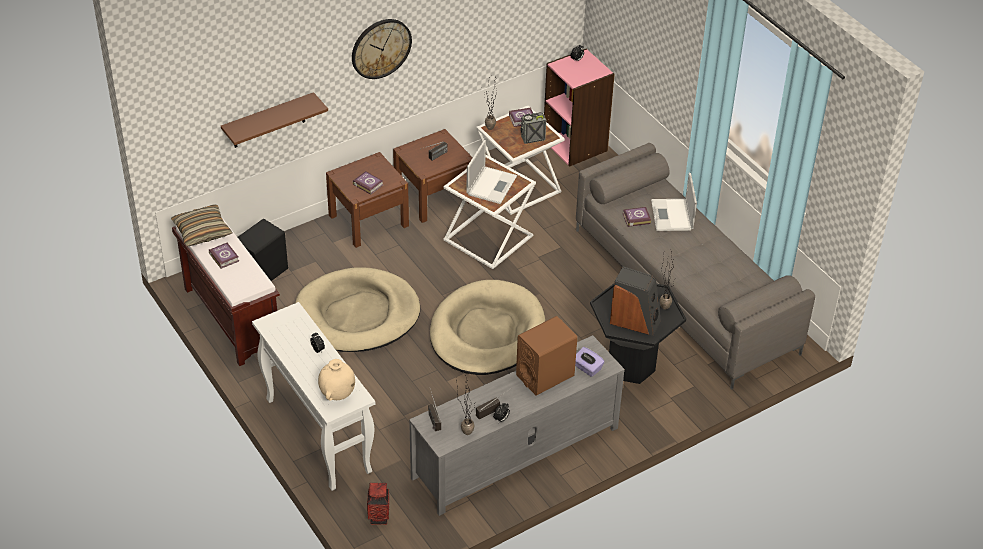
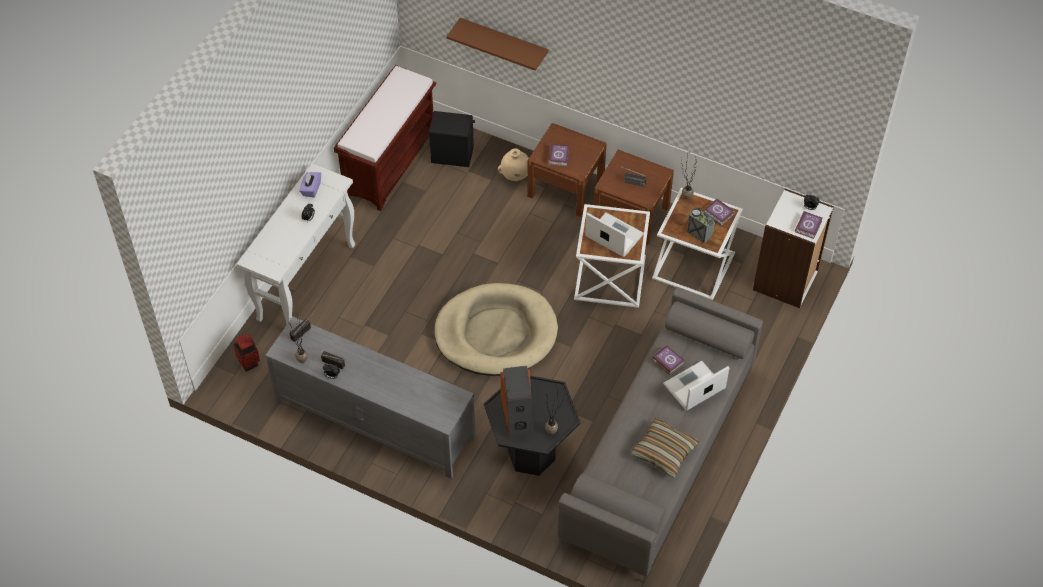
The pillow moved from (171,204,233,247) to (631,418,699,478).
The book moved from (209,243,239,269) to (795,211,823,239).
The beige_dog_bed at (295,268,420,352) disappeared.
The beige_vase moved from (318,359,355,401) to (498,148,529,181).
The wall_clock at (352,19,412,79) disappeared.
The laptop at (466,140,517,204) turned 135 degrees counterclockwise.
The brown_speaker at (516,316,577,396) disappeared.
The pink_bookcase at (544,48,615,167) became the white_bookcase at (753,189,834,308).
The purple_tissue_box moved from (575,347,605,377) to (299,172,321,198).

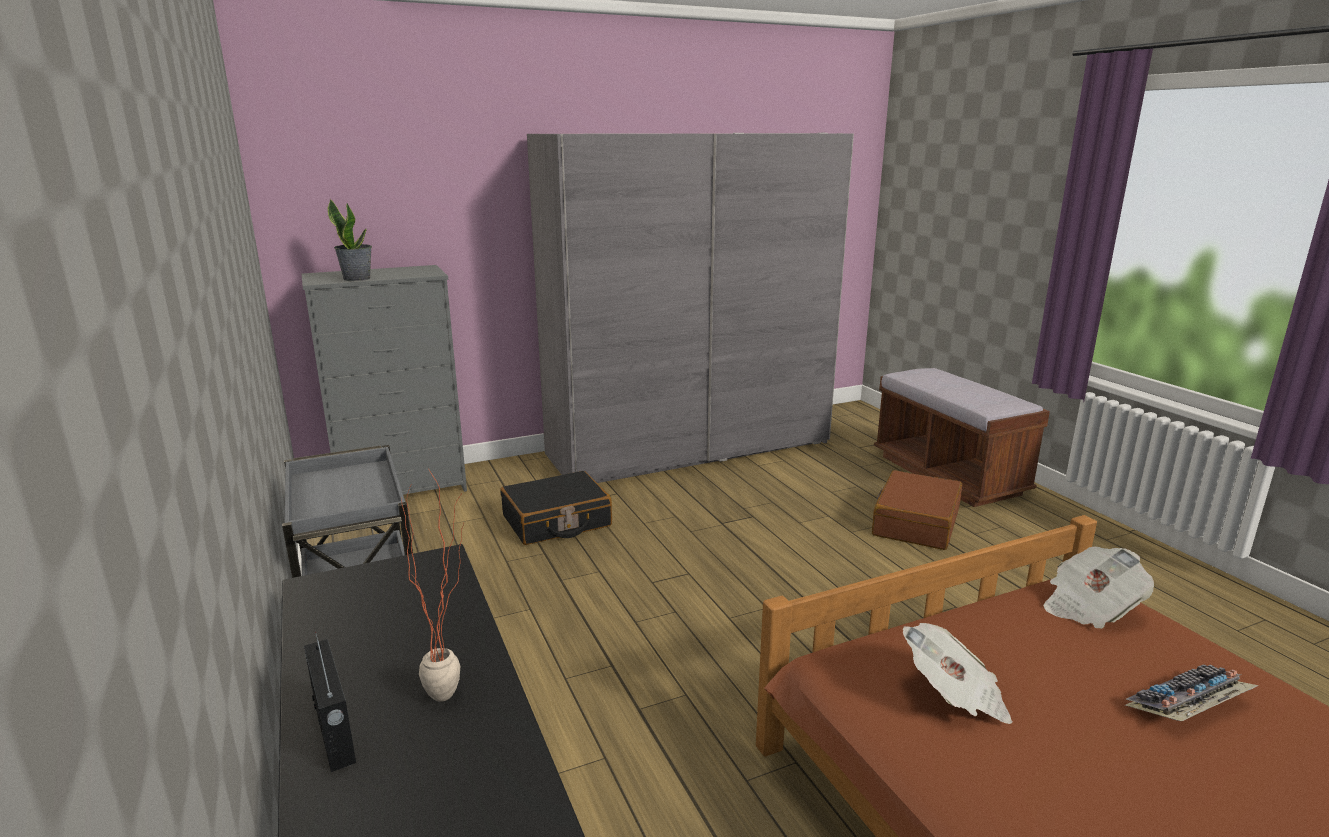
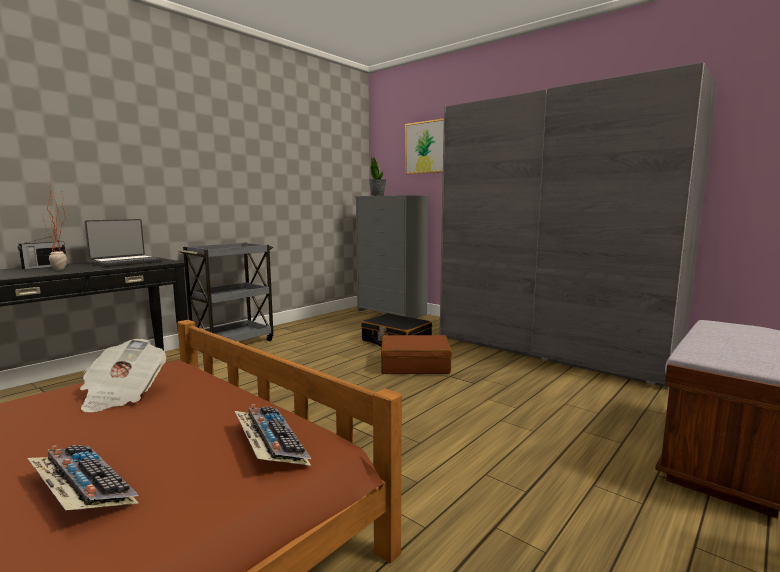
The brown_suitcase moved from (872,470,962,550) to (381,335,452,374).
The newspaper at (1043,546,1154,629) was replaced by the keyboard at (235,404,311,466).
The laptop at (85,219,162,267) appeared.
The picture at (405,118,444,174) appeared.

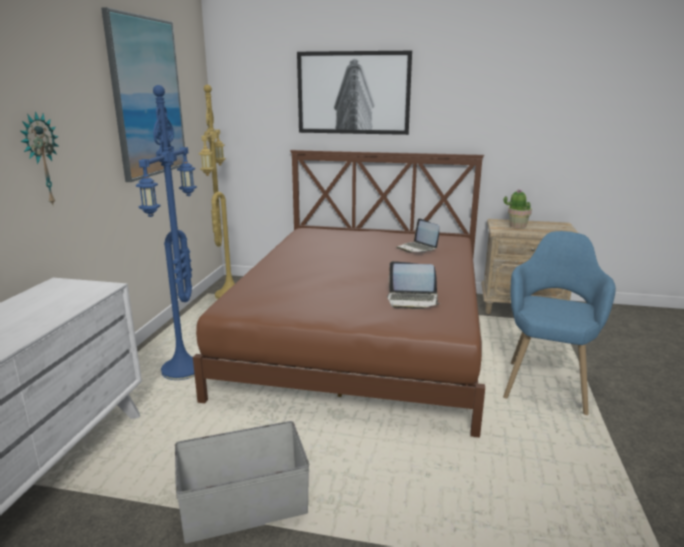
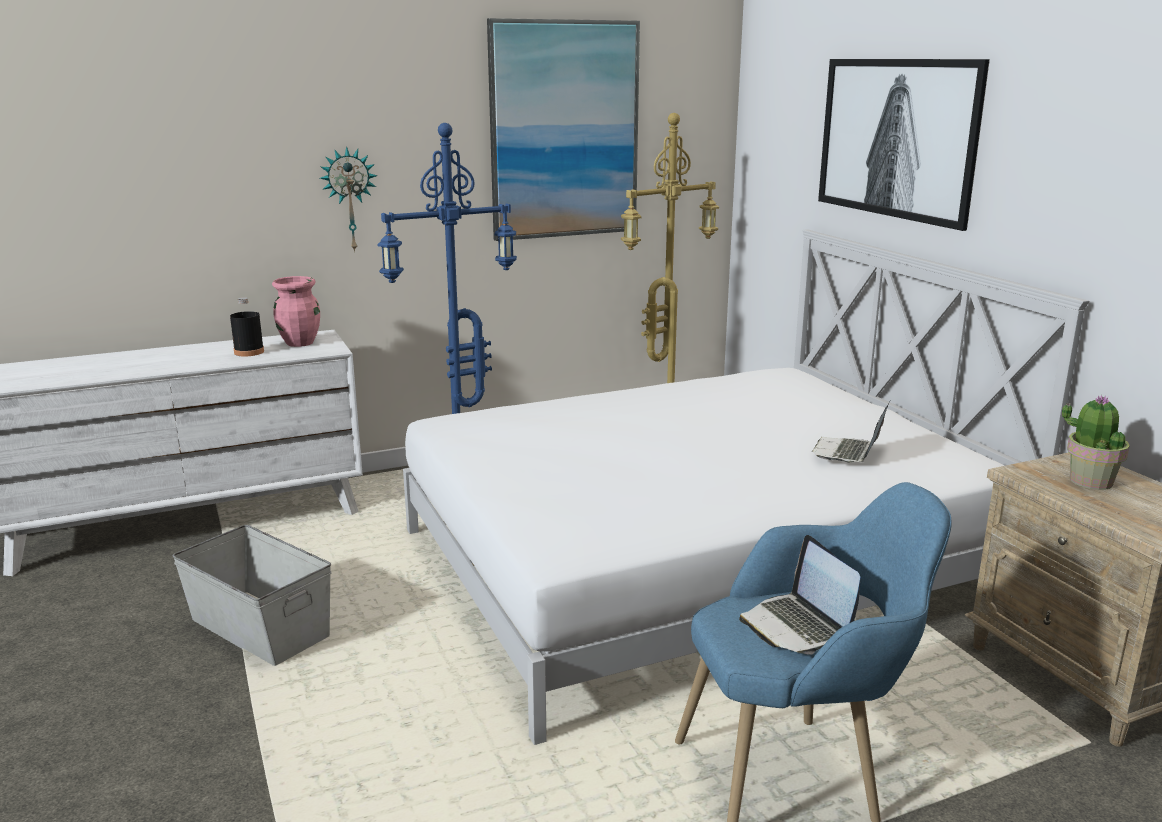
The brown_bed at (193,150,485,438) became the white_bed at (403,229,1089,745).
The laptop moved from (387,261,440,309) to (739,535,860,655).
The black_bottle at (230,297,264,357) appeared.
The pink_vase at (272,276,320,347) appeared.

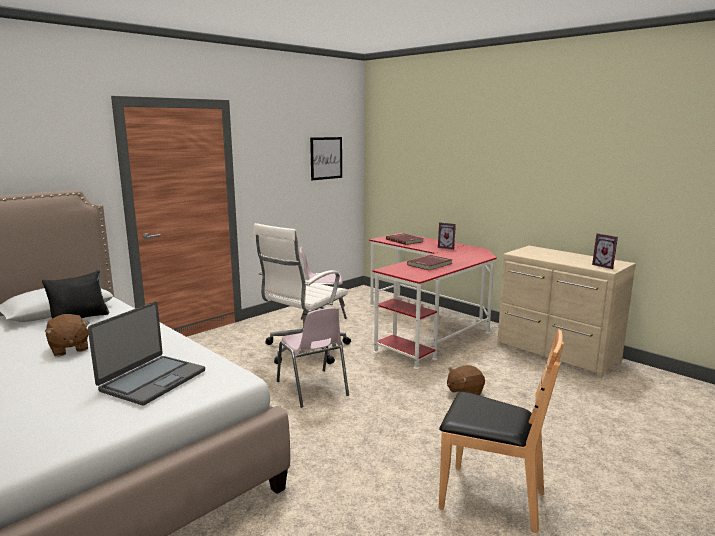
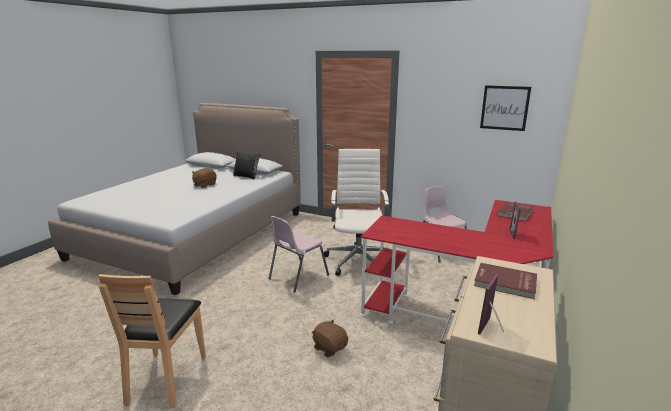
The laptop at (88,302,205,406) disappeared.
The white_office_chair at (254,223,351,364) turned 75 degrees clockwise.
The red_book moved from (407,255,453,270) to (474,263,537,299).

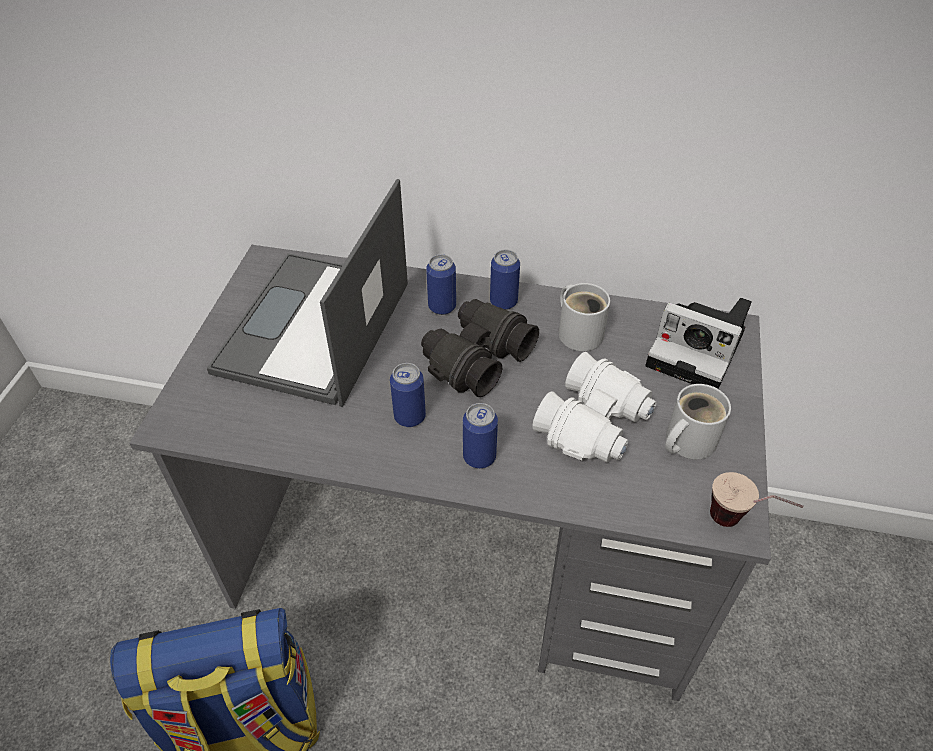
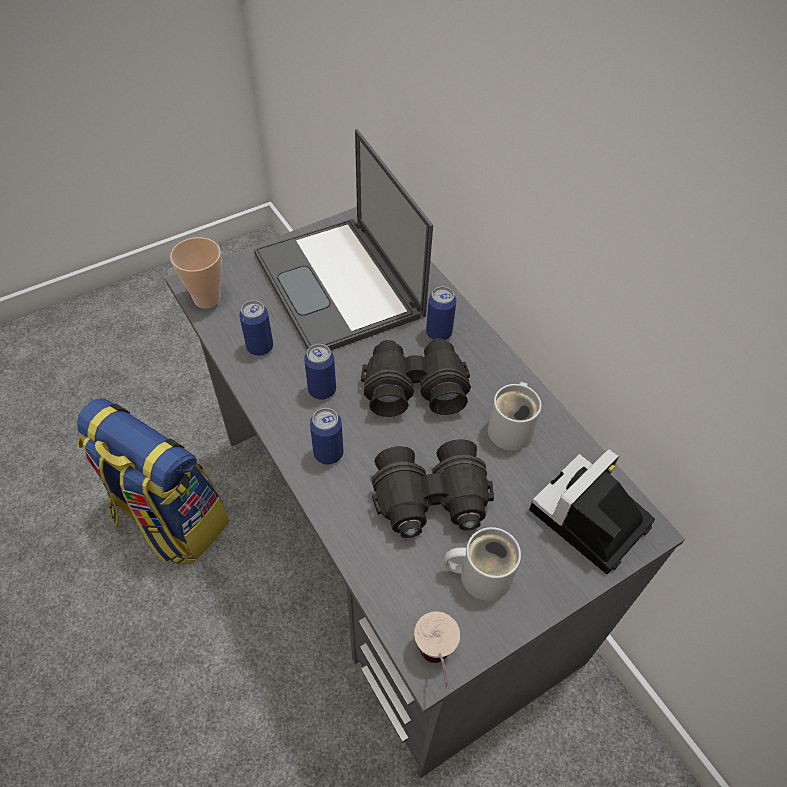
The laptop at (207,179,408,407) turned 90 degrees counterclockwise.
The can moved from (490,250,520,310) to (239,300,273,356).
The white_binoculars at (532,352,657,463) became the black_binoculars at (371,439,494,538).
The photo_camera at (646,298,752,389) turned 60 degrees clockwise.
The cup at (170,237,222,308) appeared.

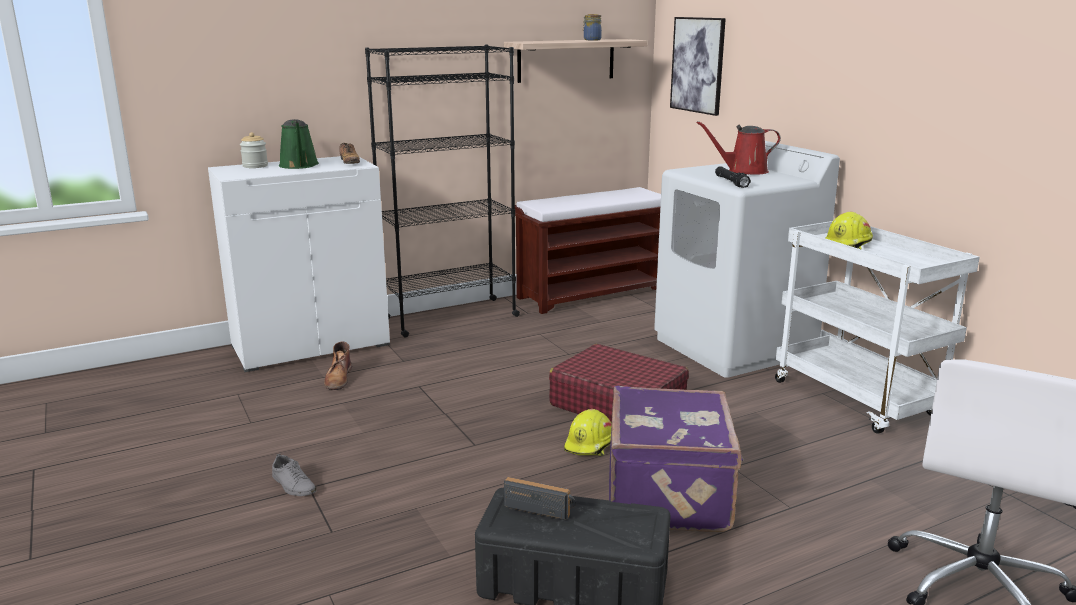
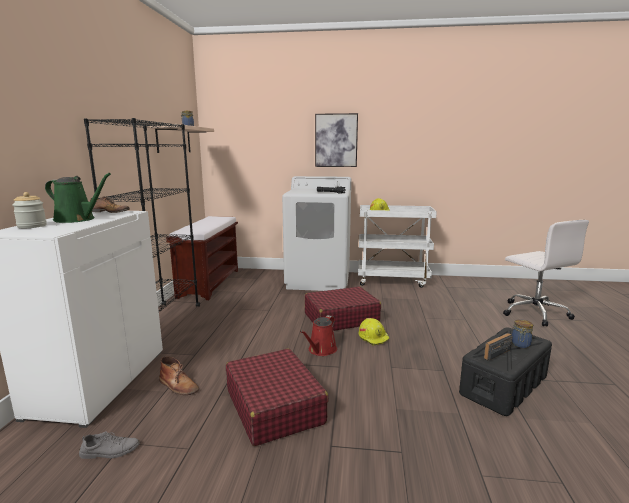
The grey_shoe moved from (272,454,317,496) to (79,431,140,459).
The purple_suitcase at (609,386,744,532) disappeared.
The picture moved from (670,17,726,116) to (315,113,358,167).
The red_watering_can moved from (696,121,781,175) to (300,315,337,356).
The red_suitcase at (226,349,329,446) appeared.
The jar at (512,319,533,348) appeared.

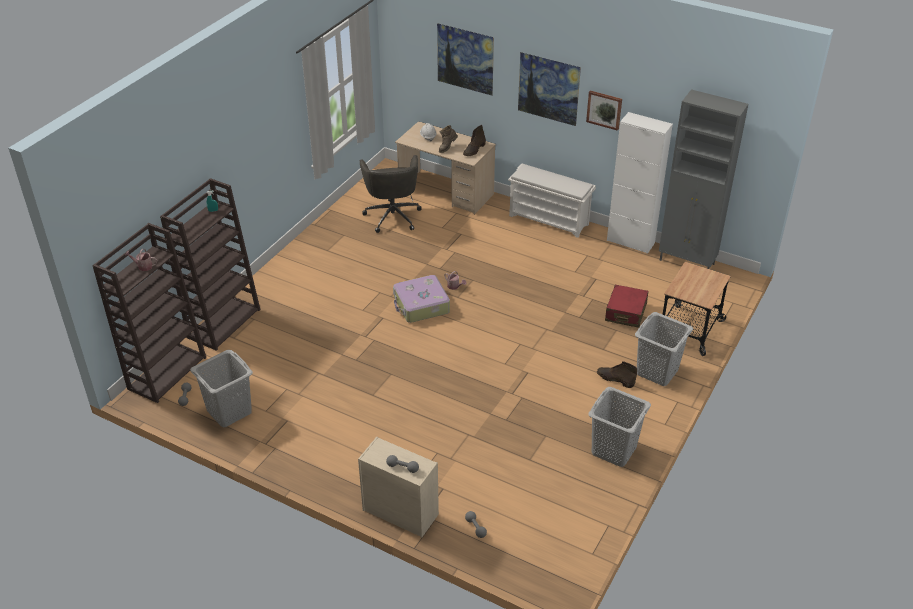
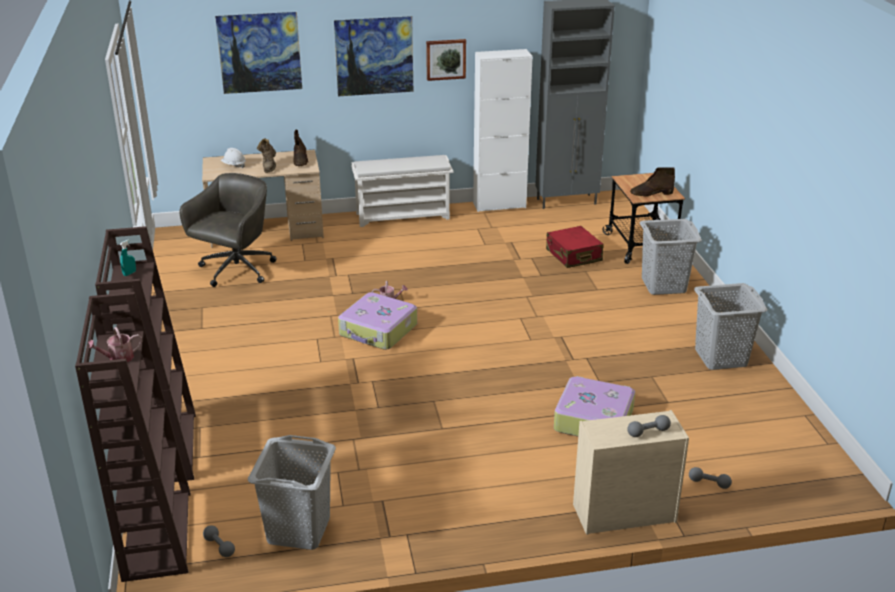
The grey_office_chair at (359,155,422,233) turned 105 degrees counterclockwise.
The brown_boot moved from (597,361,637,388) to (630,167,675,197).
The suitcase at (554,376,635,436) appeared.

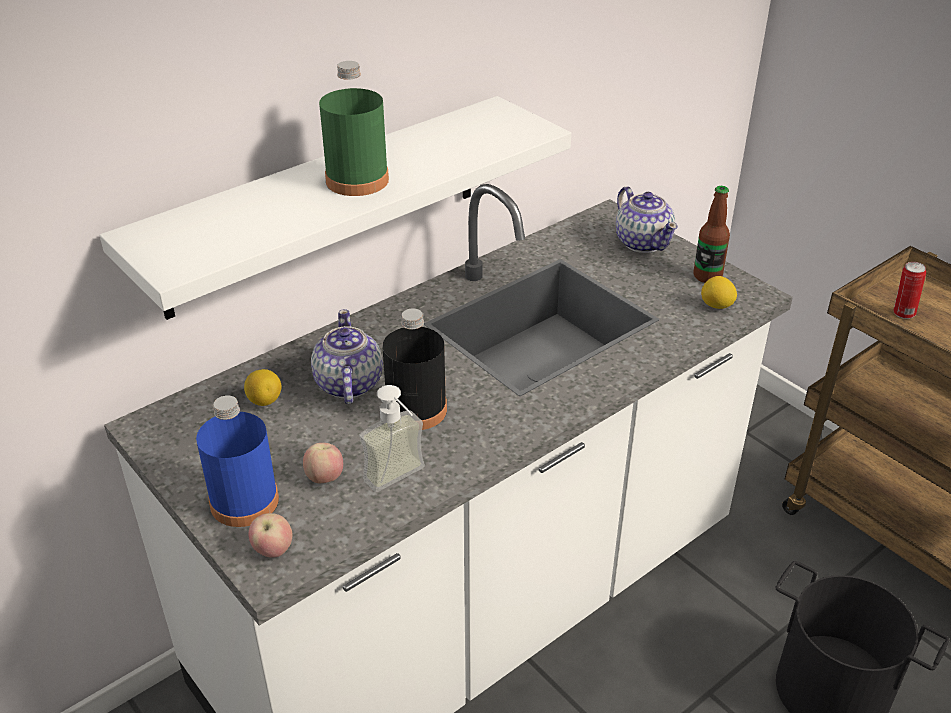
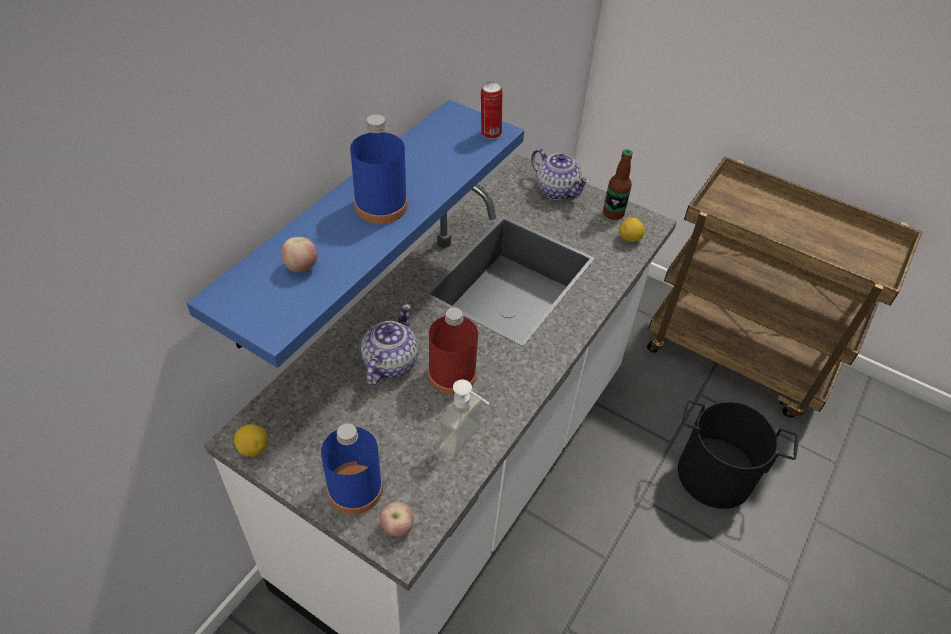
The white_shelf at (99,96,571,320) became the blue_shelf at (187,100,524,368).
The lemon moved from (244,369,281,406) to (234,424,268,457).
The apple moved from (303,443,343,483) to (281,237,318,272).
The teapot at (311,309,383,404) turned 45 degrees clockwise.
The green_bottle at (319,61,389,196) became the blue_bottle at (350,115,408,224).
The black_bottle at (382,309,447,430) became the red_bottle at (428,307,478,395).
The can moved from (893,262,926,319) to (481,82,502,139).

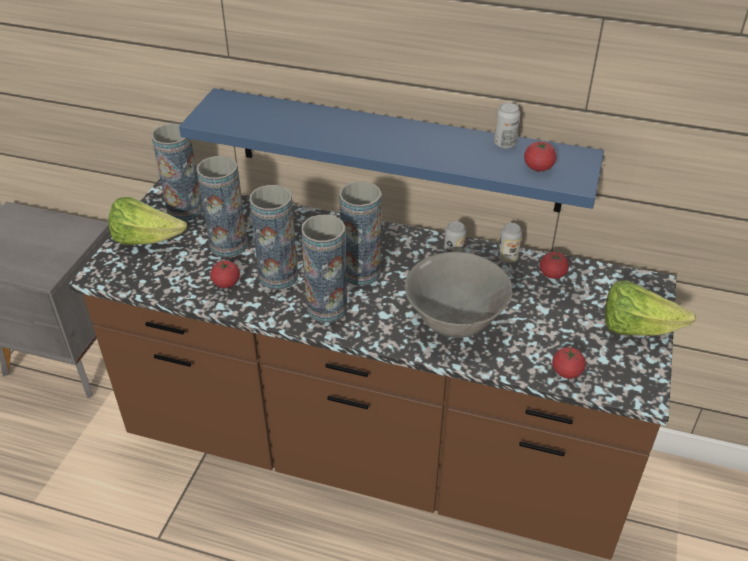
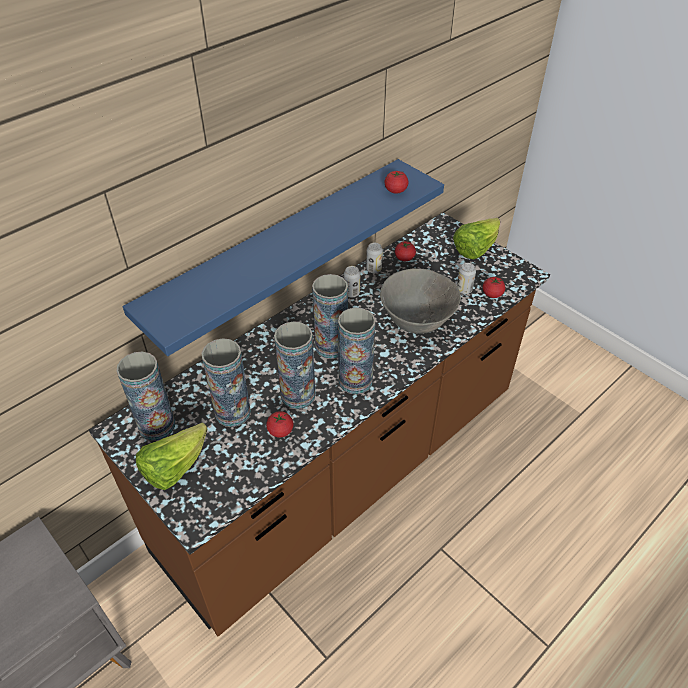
The can moved from (494,103,520,149) to (457,263,476,294).

